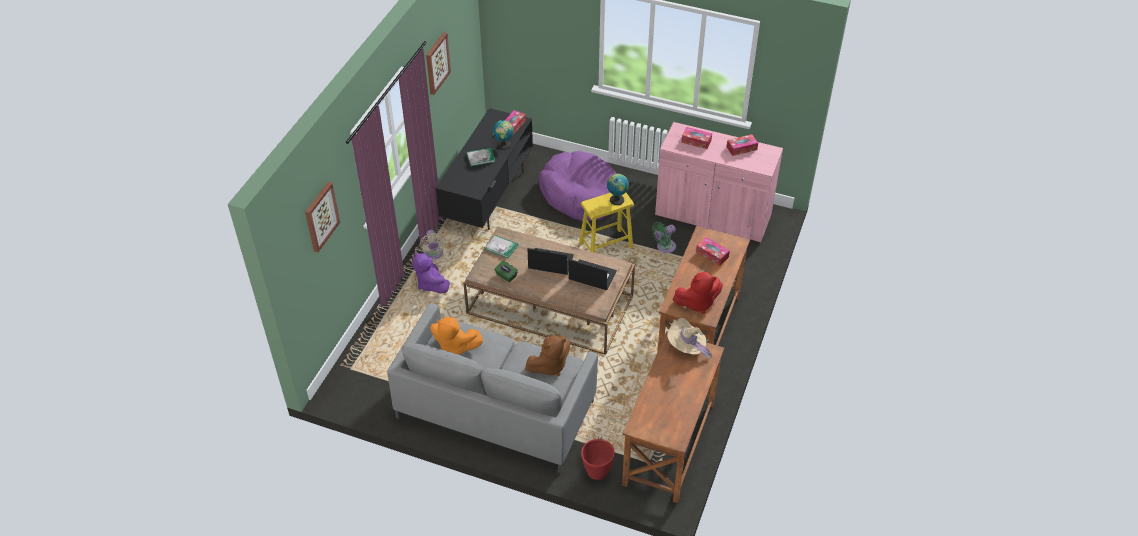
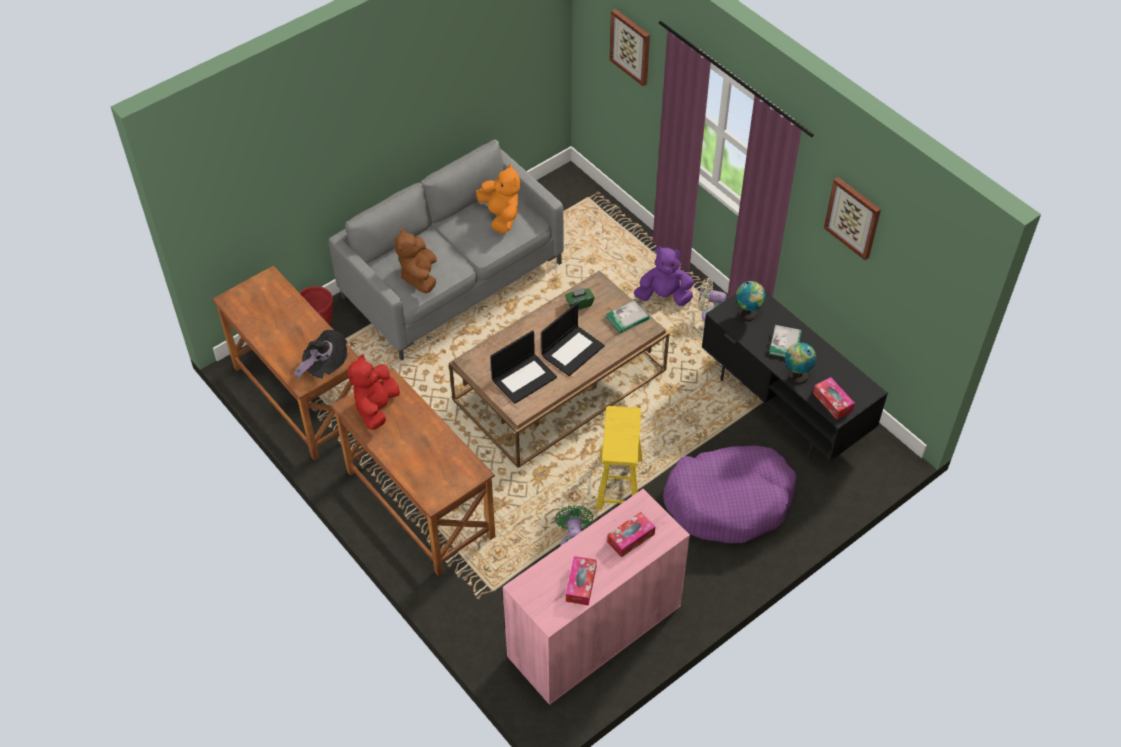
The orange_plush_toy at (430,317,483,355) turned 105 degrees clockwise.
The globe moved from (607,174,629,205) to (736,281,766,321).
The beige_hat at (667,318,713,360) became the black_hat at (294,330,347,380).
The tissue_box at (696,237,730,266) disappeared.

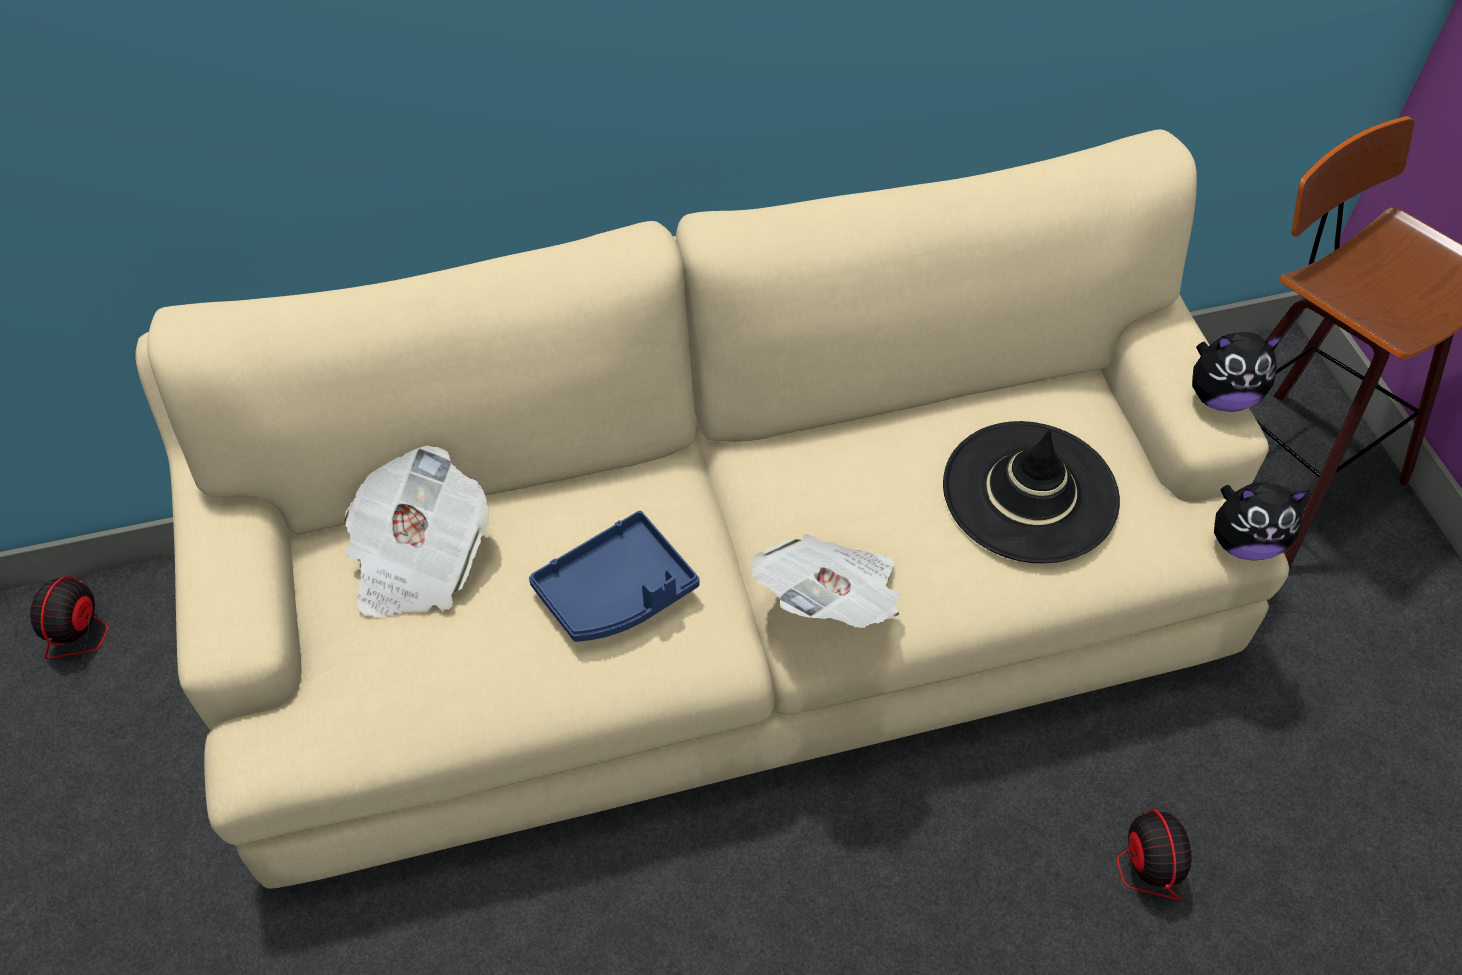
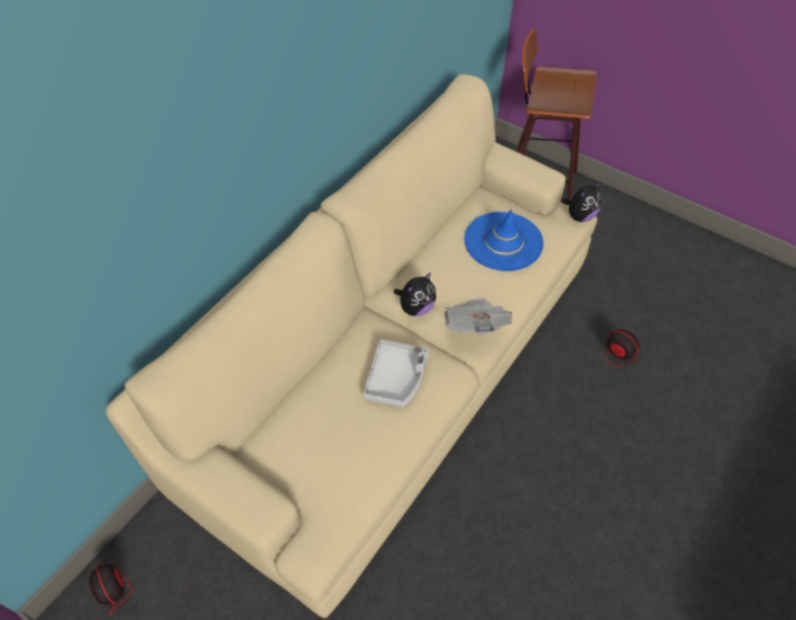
The newspaper at (344,446,489,617) disappeared.
The blue_tray at (529,511,700,642) became the grey_tray at (363,340,429,407).
The black_hat at (943,421,1120,564) became the blue_hat at (464,209,544,271).
The plush_toy moved from (1192,332,1284,412) to (394,273,436,316).

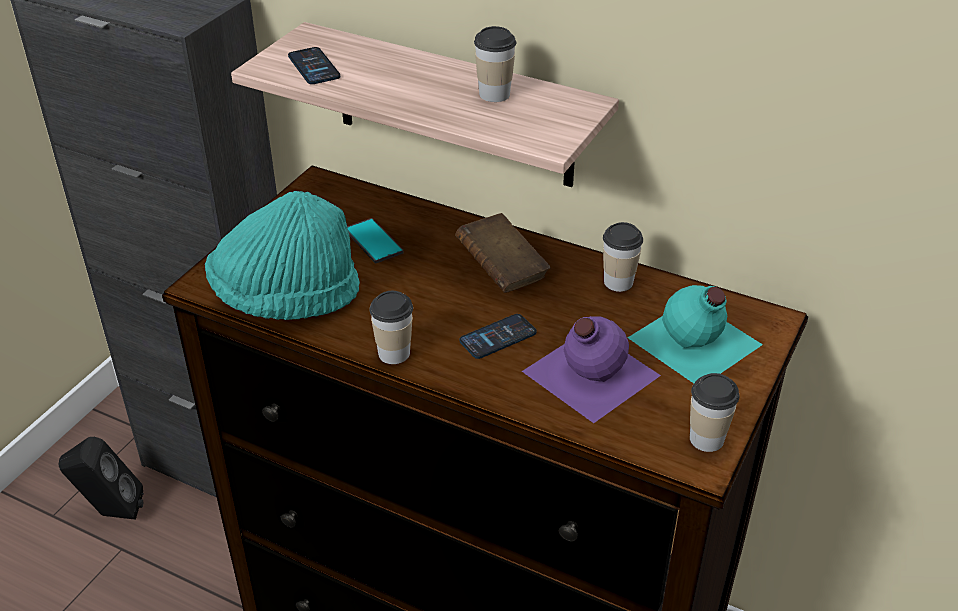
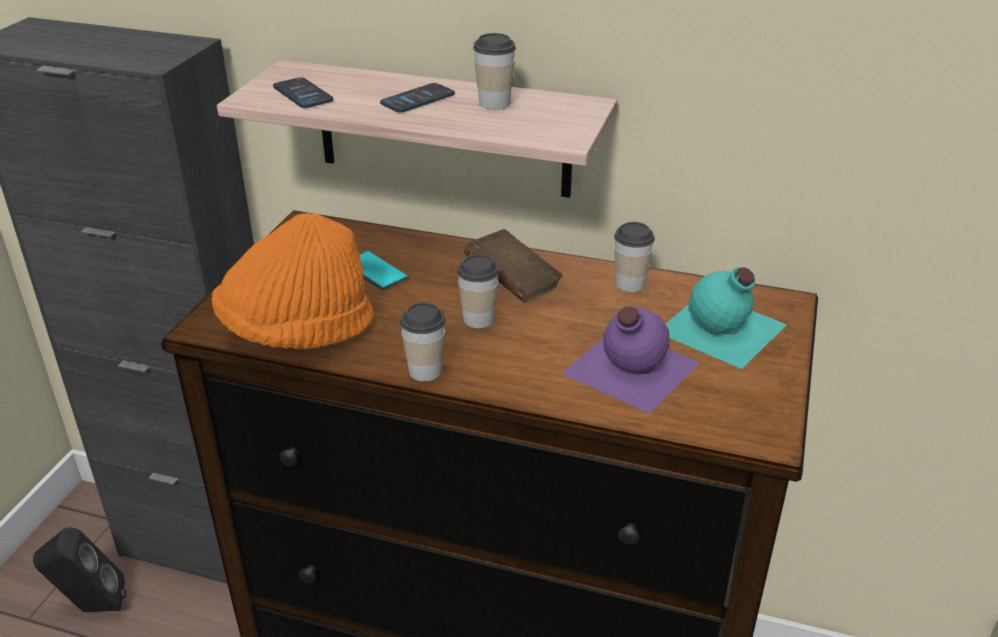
The turquoise_hat at (205,191,360,320) became the orange_hat at (211,213,374,349).
The phone moved from (459,314,536,359) to (380,83,455,113).
The cup moved from (690,373,740,452) to (457,254,499,328).

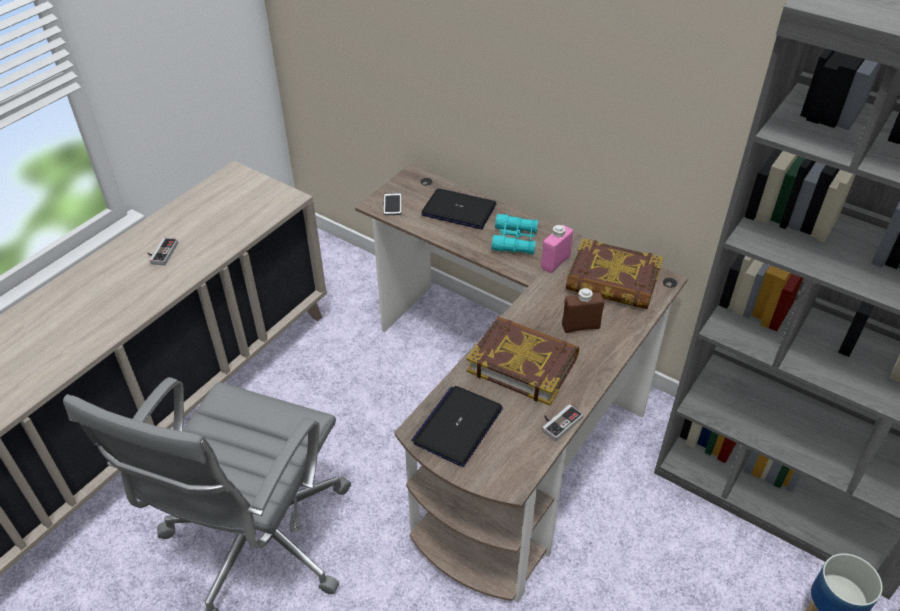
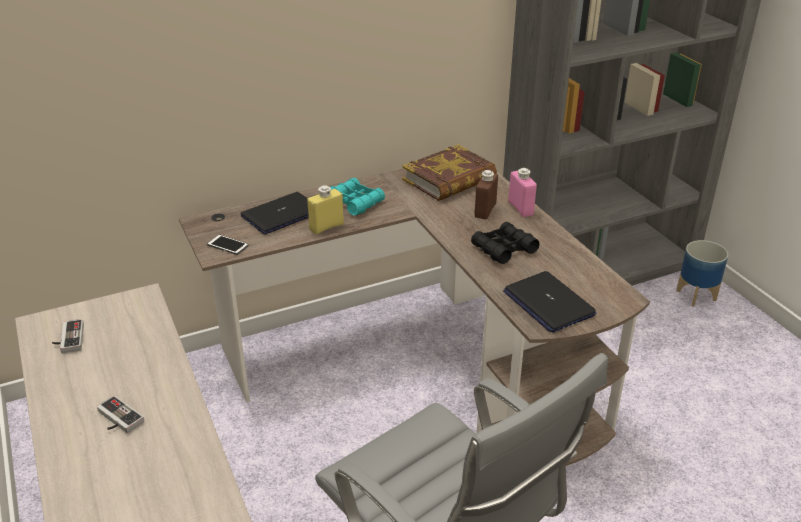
The book at (467,317,579,406) was replaced by the black_binoculars at (471,222,540,264).
The pink_bottle moved from (541,225,573,273) to (508,168,537,217).
The game_controller moved from (542,404,583,441) to (52,319,84,353).
The yellow_bottle at (307,185,344,234) appeared.

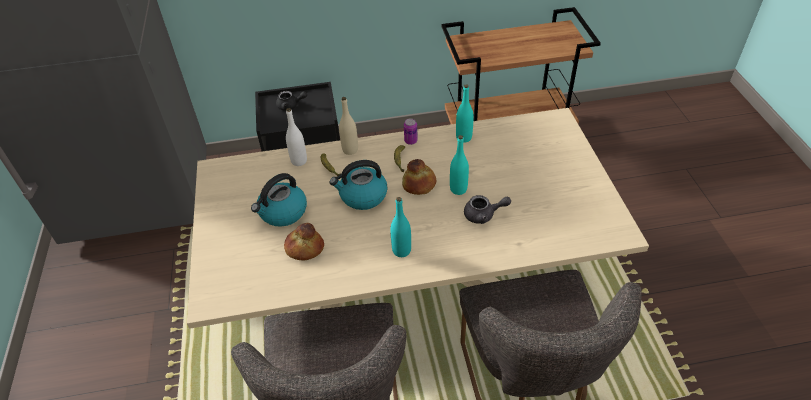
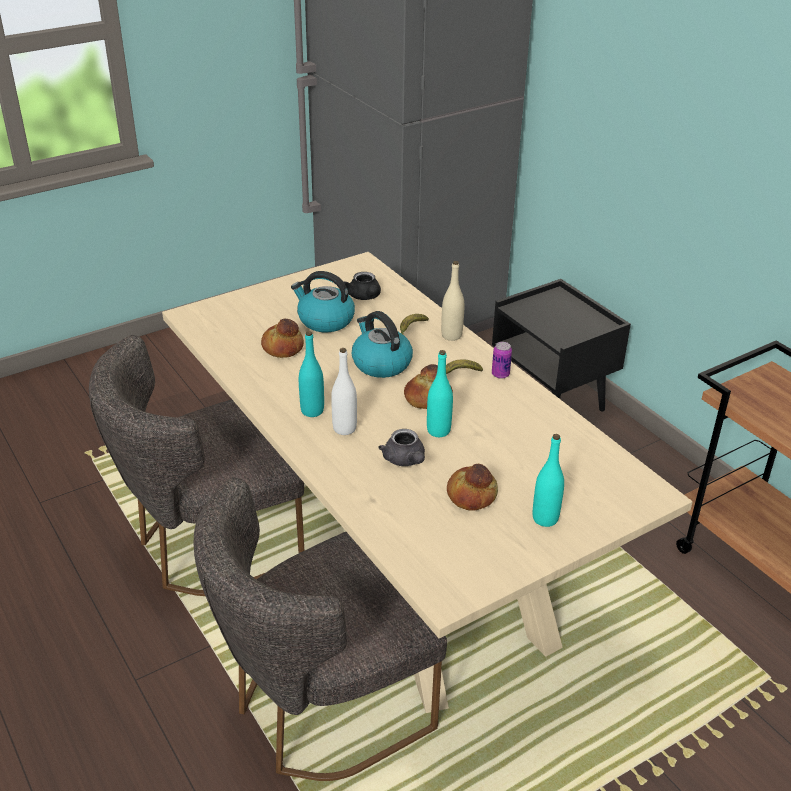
The black_teapot moved from (276,91,307,110) to (344,272,381,300).
The white_bottle moved from (286,108,307,166) to (331,348,357,435).
The turquoise_bottle moved from (456,85,474,143) to (533,434,564,527).
The bread at (447,464,498,511) appeared.

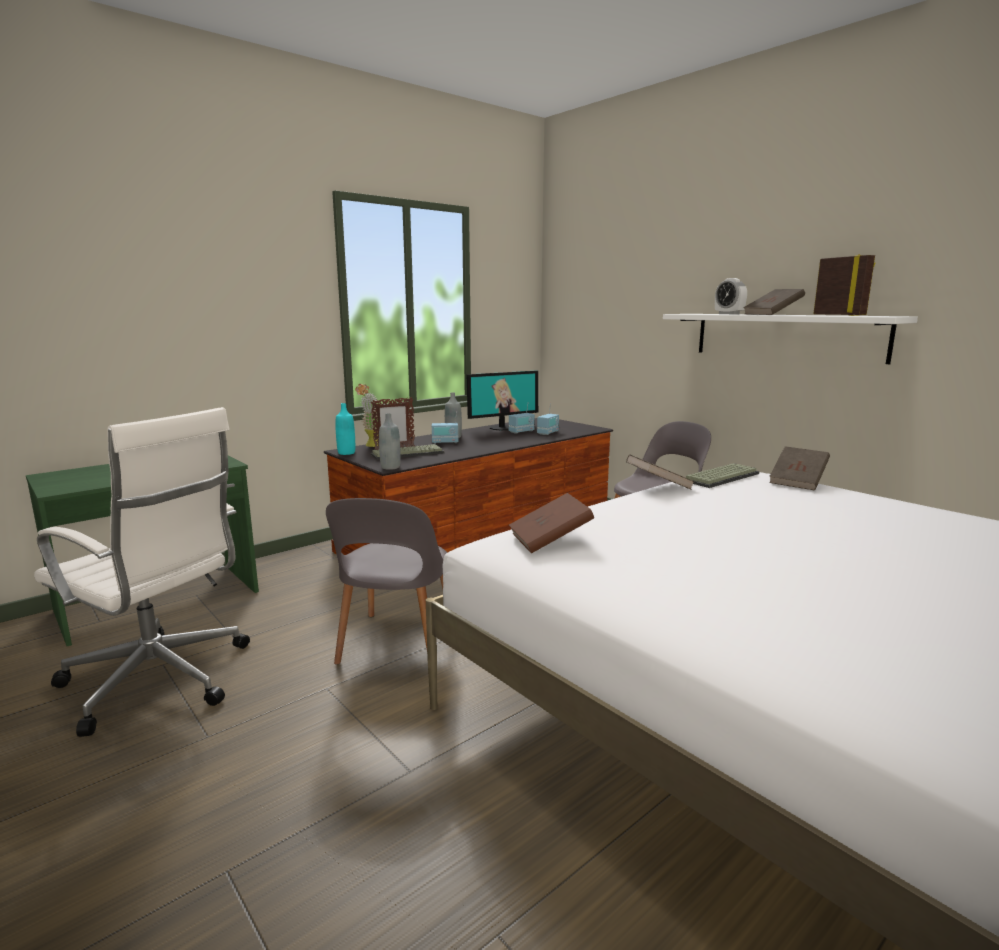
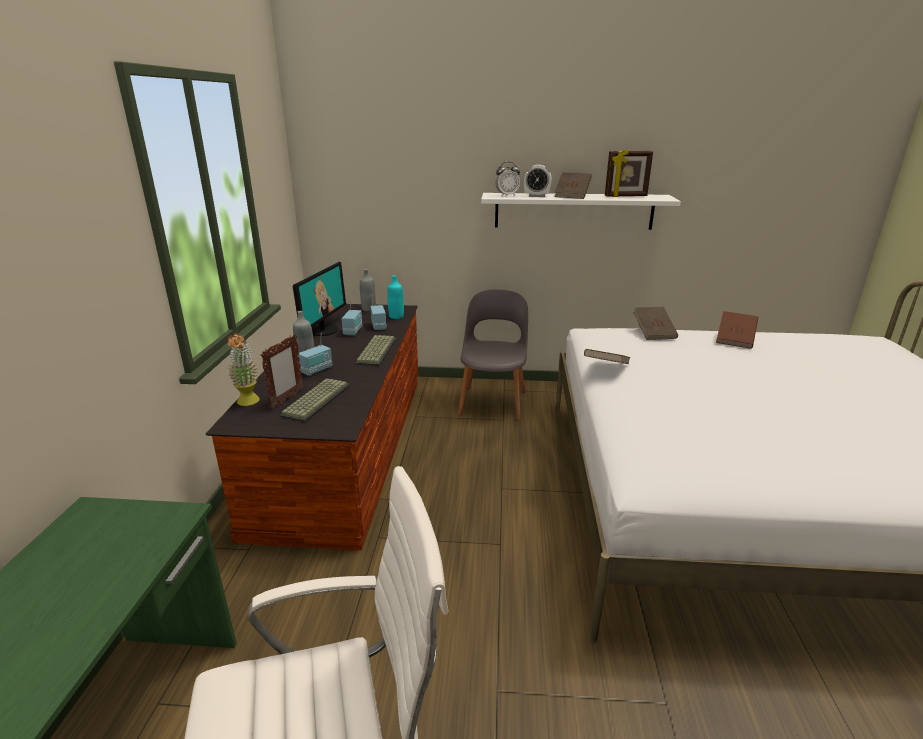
The grey_chair at (326,498,447,665) disappeared.
The turquoise_bottle moved from (335,403,355,455) to (387,275,404,319).
The grey_bottle moved from (379,413,401,470) to (360,269,376,311).
The brown_book moved from (509,493,594,553) to (716,311,758,349).
The keyboard moved from (686,463,759,488) to (355,335,396,366).
The picture_frame at (813,254,875,316) turned 150 degrees clockwise.
The alarm_clock at (495,162,520,196) appeared.

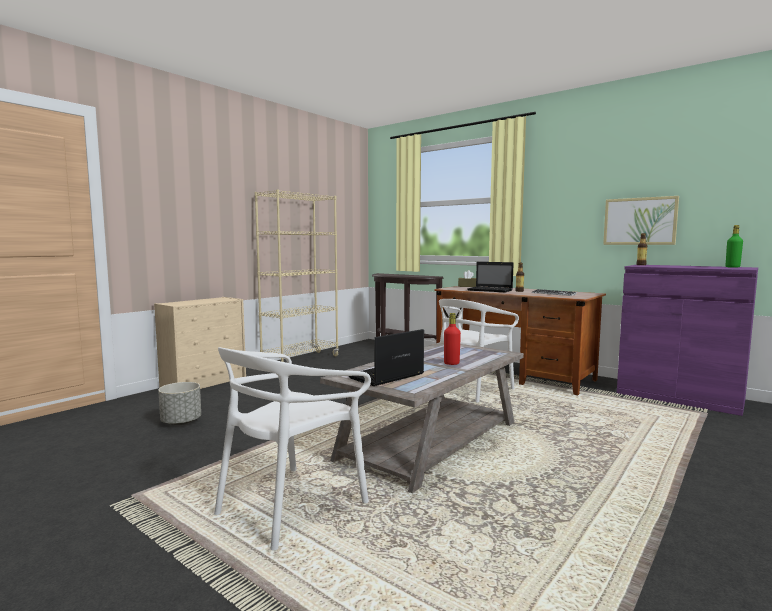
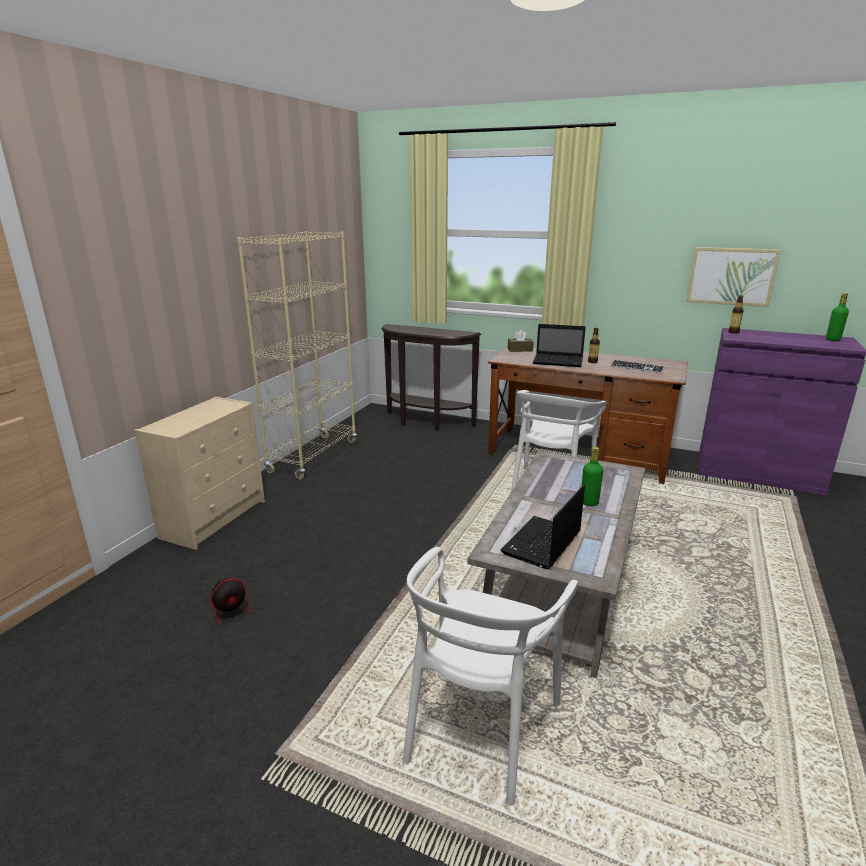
The grey_planter at (158,382,201,425) was replaced by the fan at (210,571,270,625).
The red_bottle at (444,313,461,365) became the green_bottle at (582,447,603,506).

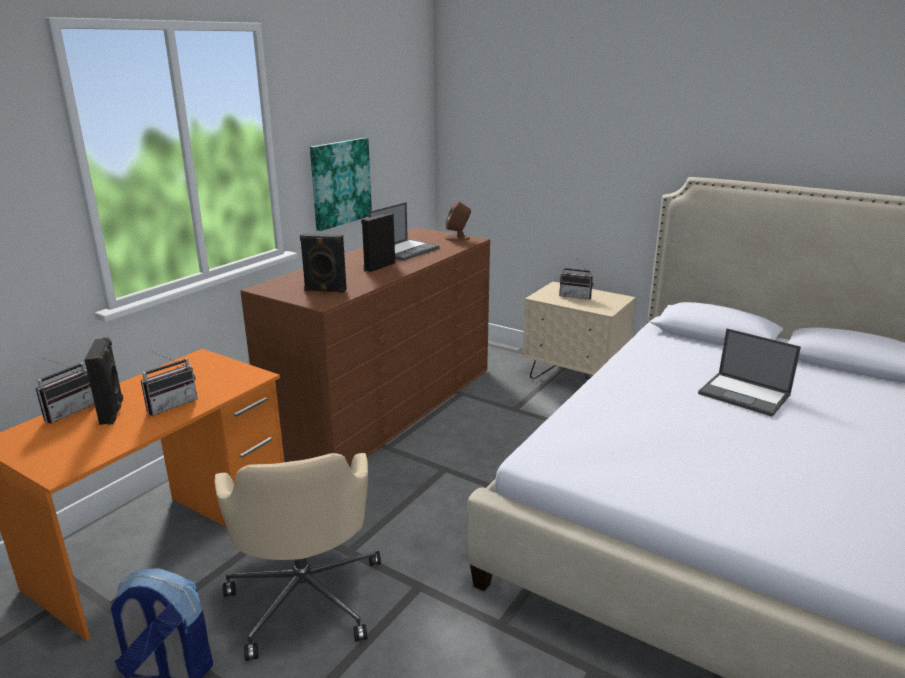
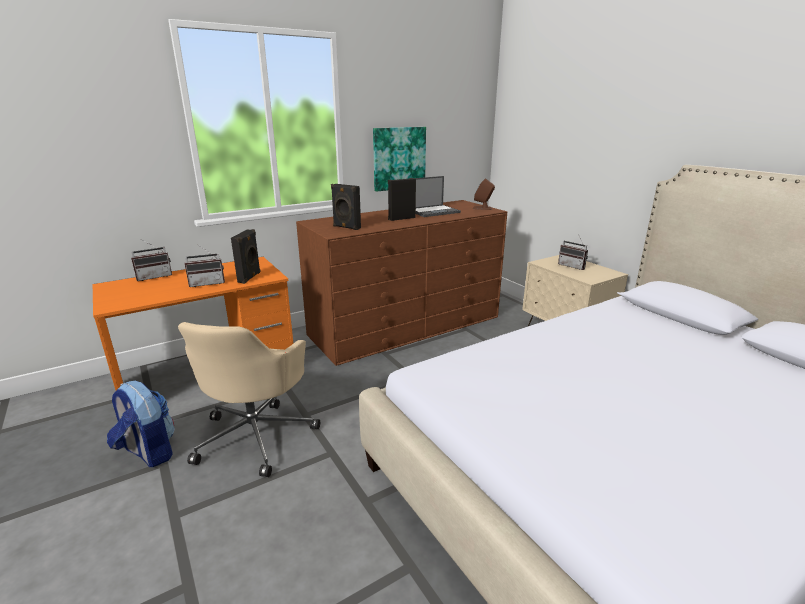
The black_speaker moved from (84,337,123,425) to (231,229,261,284).
The laptop at (698,328,801,417) disappeared.

